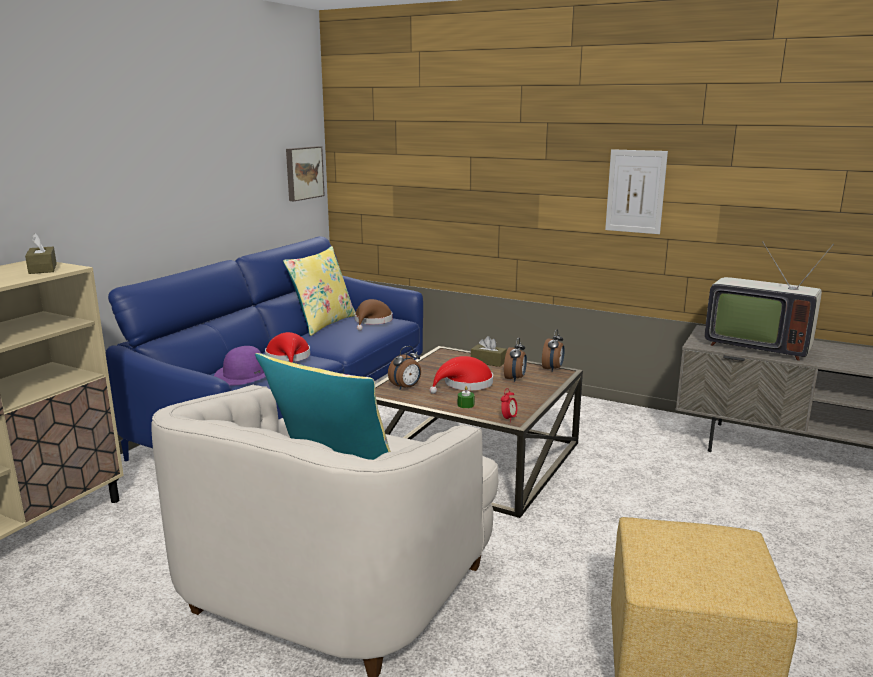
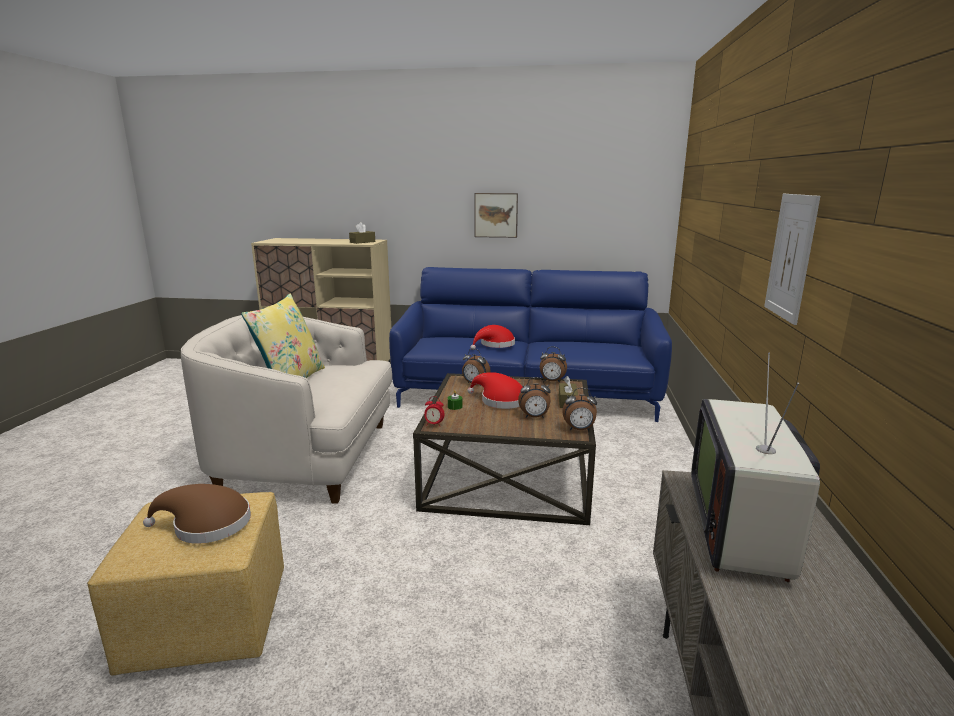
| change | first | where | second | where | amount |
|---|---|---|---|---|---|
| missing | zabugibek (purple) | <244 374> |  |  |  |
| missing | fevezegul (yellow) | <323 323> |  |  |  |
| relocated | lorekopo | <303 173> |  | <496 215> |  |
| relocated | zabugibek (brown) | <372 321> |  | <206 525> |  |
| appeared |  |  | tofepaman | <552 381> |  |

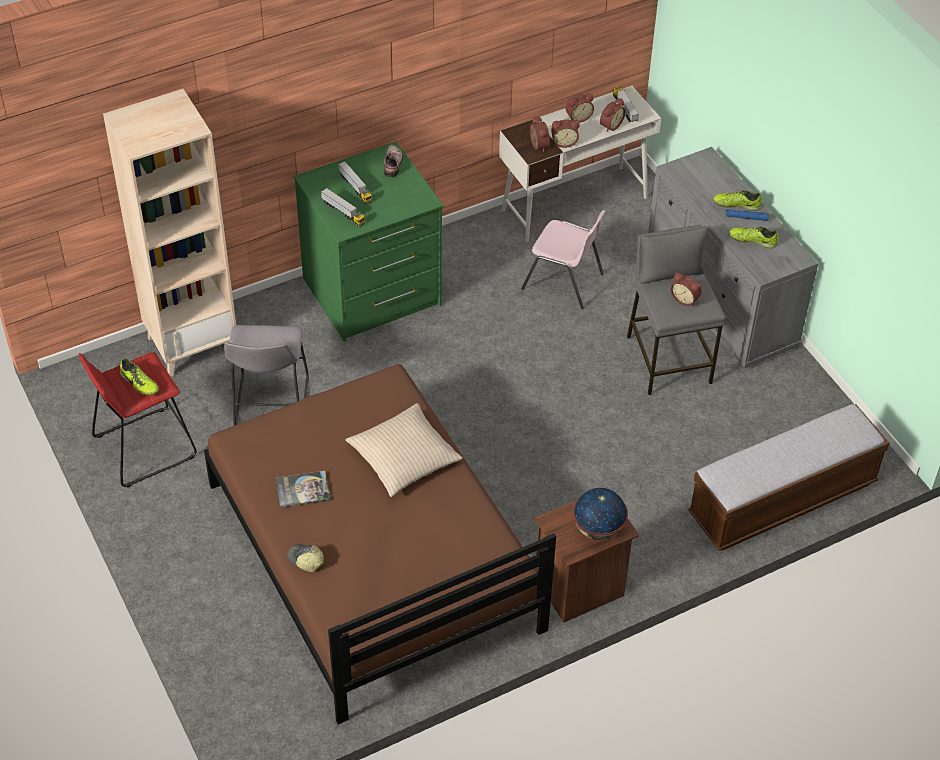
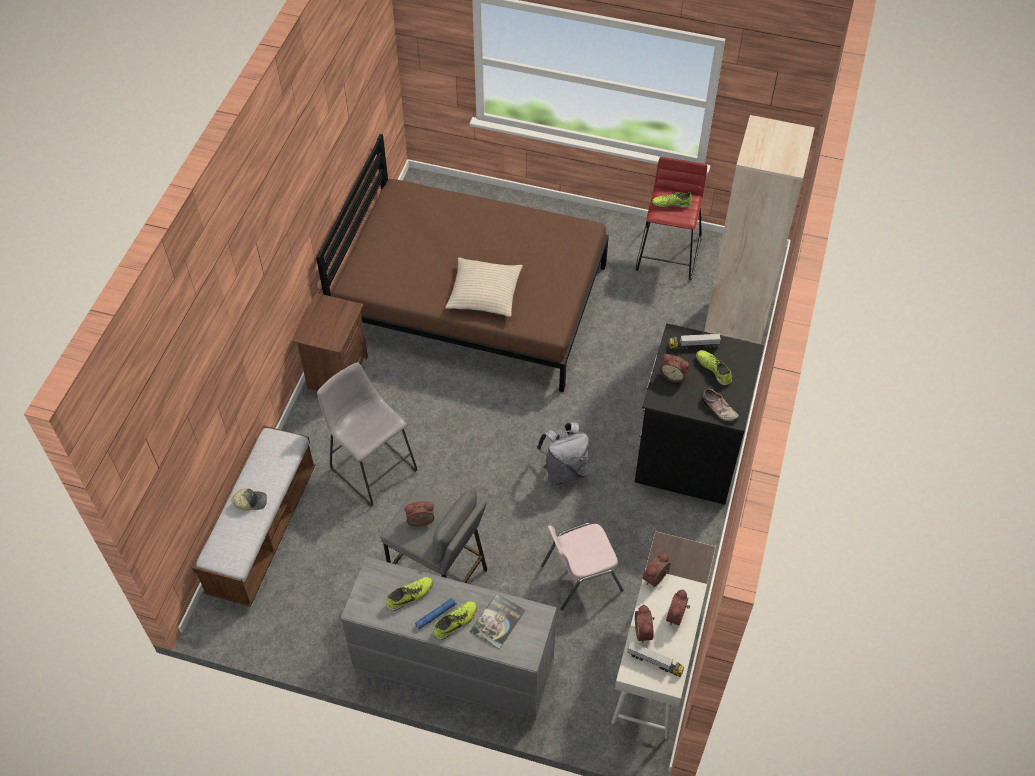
| change | first | where | second | where | amount |
|---|---|---|---|---|---|
| relocated | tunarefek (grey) | <270 408> |  | <371 466> |  |
| relocated | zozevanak | <302 490> |  | <497 621> |  |
| relocated | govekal | <305 560> |  | <251 501> |  |
| colour | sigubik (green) | <372 293> | sigubik (black) | <687 452> |  |
| exchanged | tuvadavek | <355 188> | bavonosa | <713 369> |  |
| relocated | tofepaman | <537 145> |  | <673 375> |  |
| missing | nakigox | <598 529> |  |  |  |
| appeared |  |  | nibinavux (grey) | <564 470> |  |

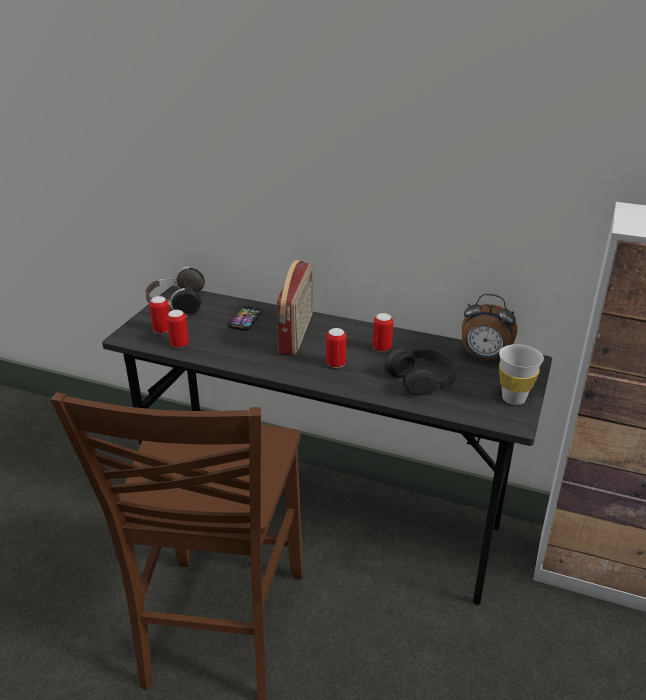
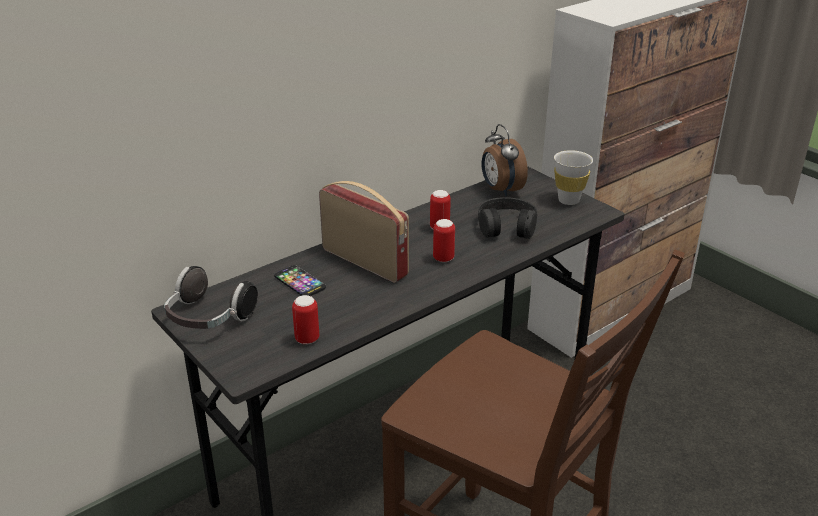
| change | first | where | second | where | amount |
|---|---|---|---|---|---|
| missing | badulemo | <162 330> |  |  |  |
| spun | tofepaman | <484 358> |  | <500 190> | 105 degrees clockwise |

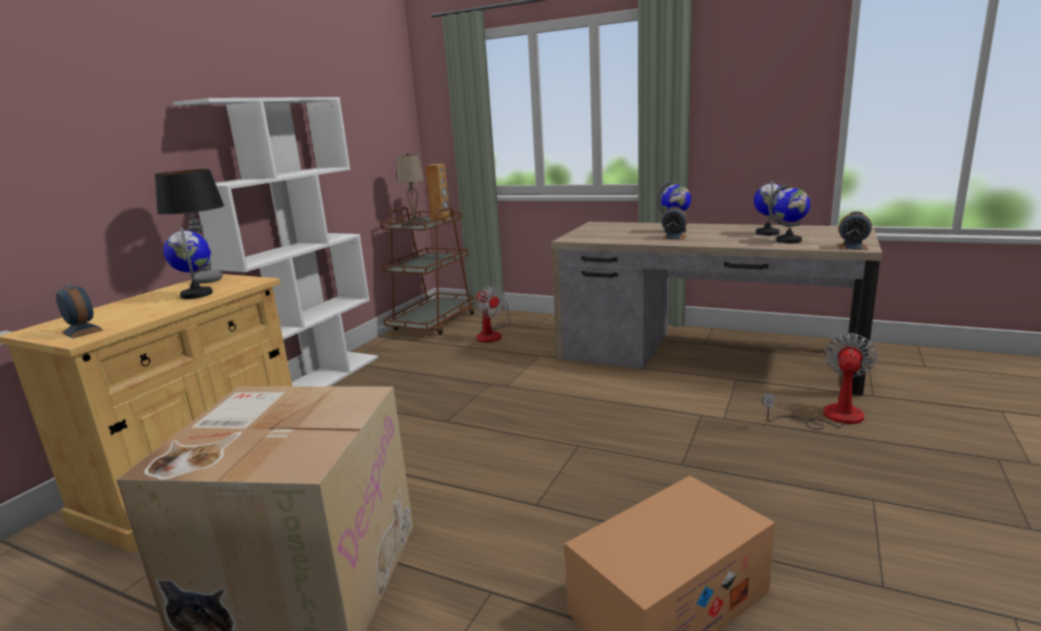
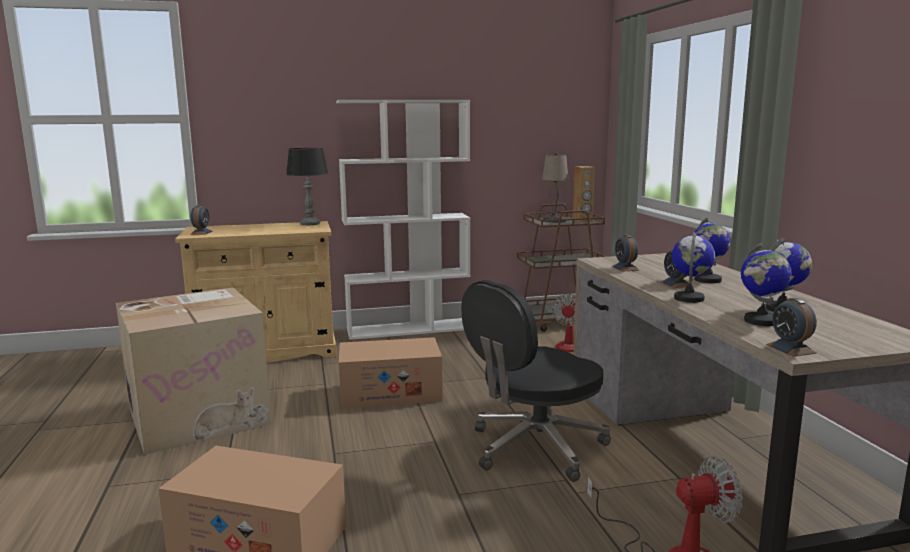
| change | first | where | second | where | amount |
|---|---|---|---|---|---|
| relocated | nakigox | <197 294> |  | <689 298> |  |
| appeared |  |  | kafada | <390 393> |  |
| appeared |  |  | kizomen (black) | <535 448> |  |
| appeared |  |  | tofepaman | <625 268> |  |

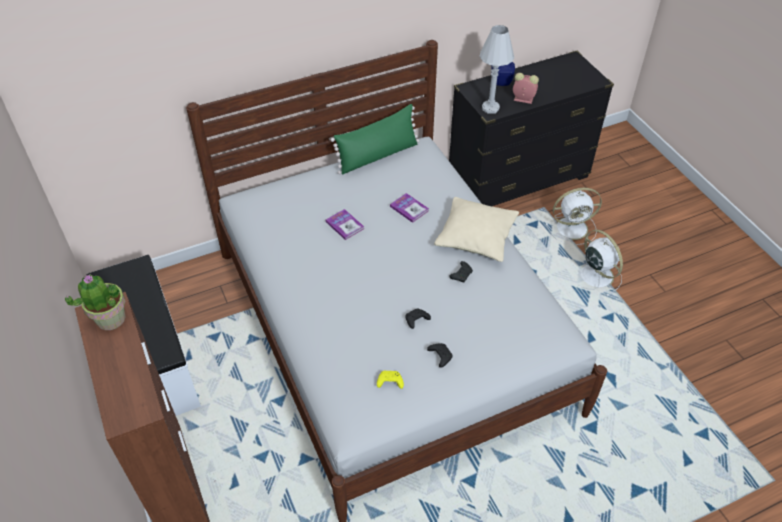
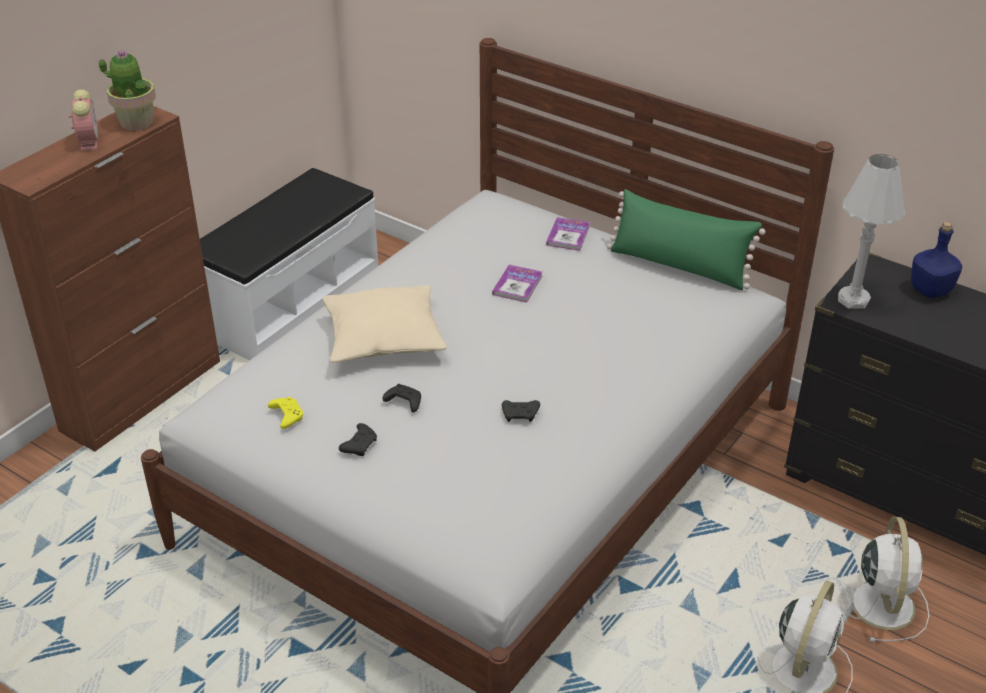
| change | first | where | second | where | amount |
|---|---|---|---|---|---|
| relocated | zozevanak | <409 208> |  | <568 235> |  |
| relocated | fevezegul (beige) | <476 237> |  | <383 338> |  |
| relocated | tofepaman | <522 99> |  | <89 141> |  |
| spun | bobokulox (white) | <573 228> |  | <882 603> | 135 degrees counterclockwise |

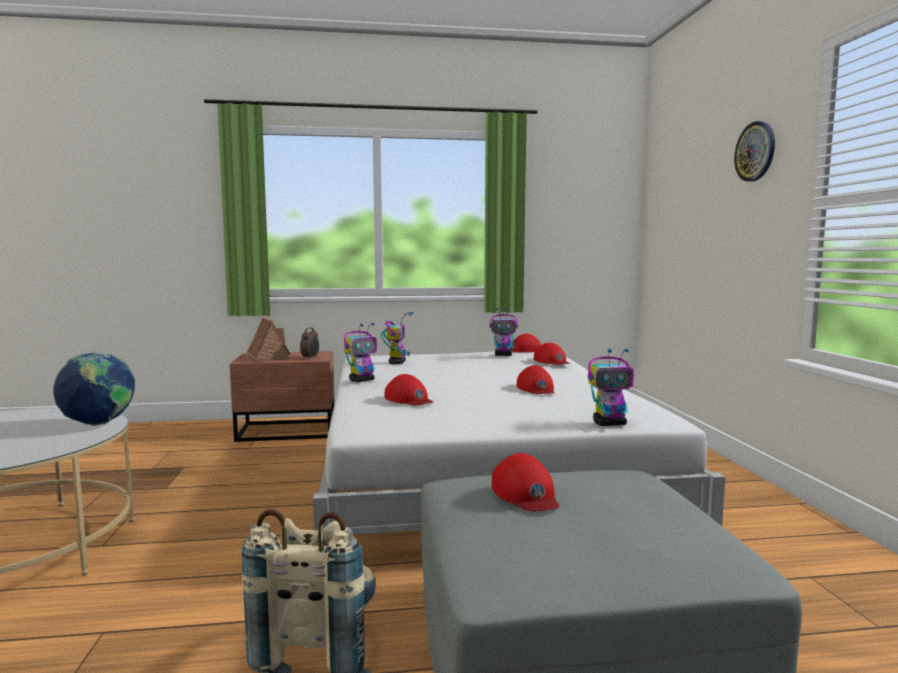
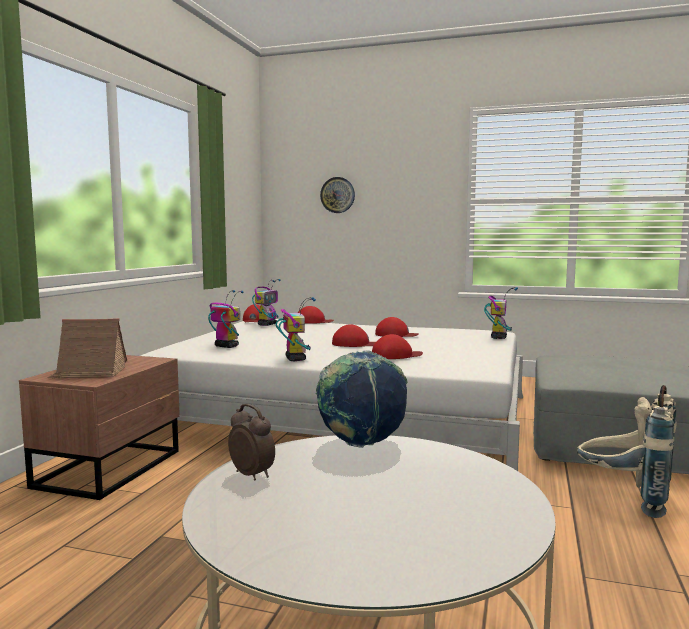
| change | first | where | second | where | amount |
|---|---|---|---|---|---|
| relocated | tofepaman | <310 358> |  | <252 475> |  |
| relocated | govekal (red) | <525 494> |  | <355 344> |  |
| relocated | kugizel | <755 151> |  | <337 195> |  |

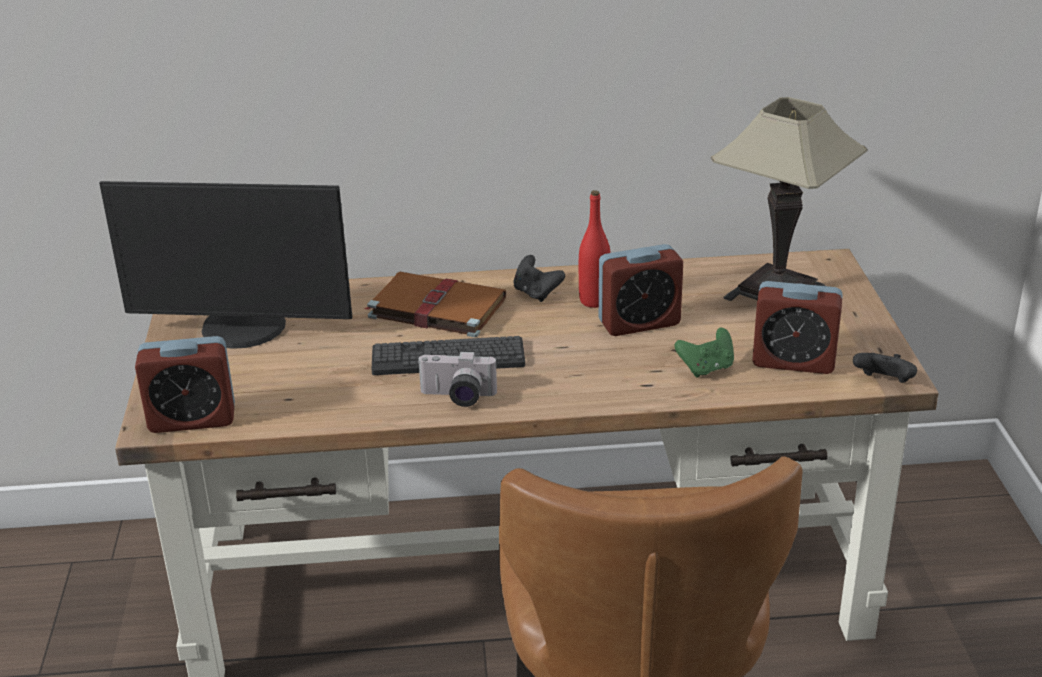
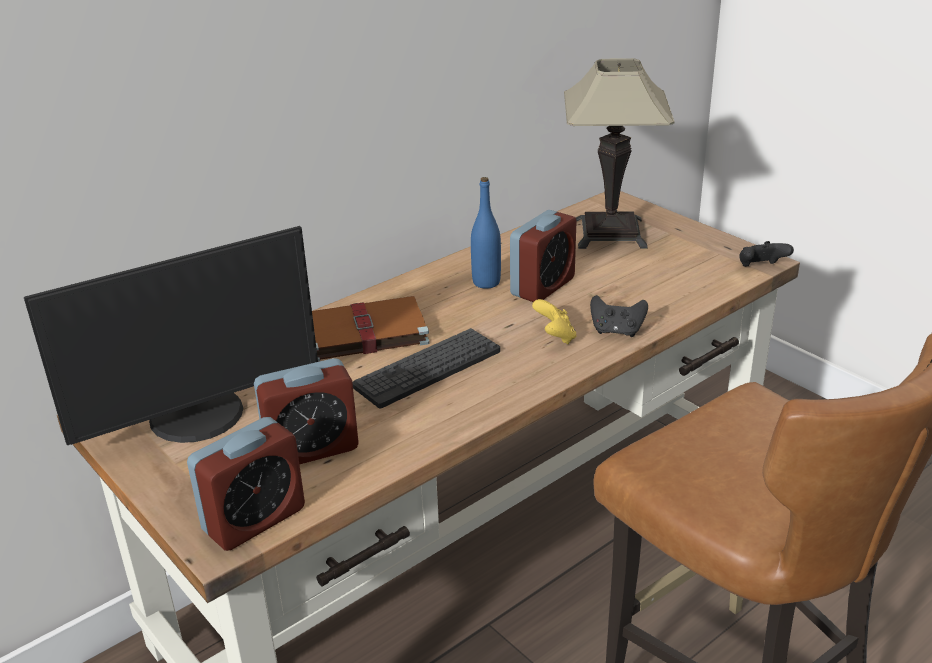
| change | first | where | second | where | amount |
|---|---|---|---|---|---|
| missing | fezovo | <457 397> |  |  |  |
| relocated | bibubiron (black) | <536 293> |  | <616 331> |  |
| colour | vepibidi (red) | <594 301> | vepibidi (blue) | <486 282> |  |
| missing | bibubiron (green) | <706 369> |  |  |  |
| relocated | tofepaman | <793 361> |  | <311 449> |  |
| appeared |  |  | bibubiron (yellow) | <555 337> |  |

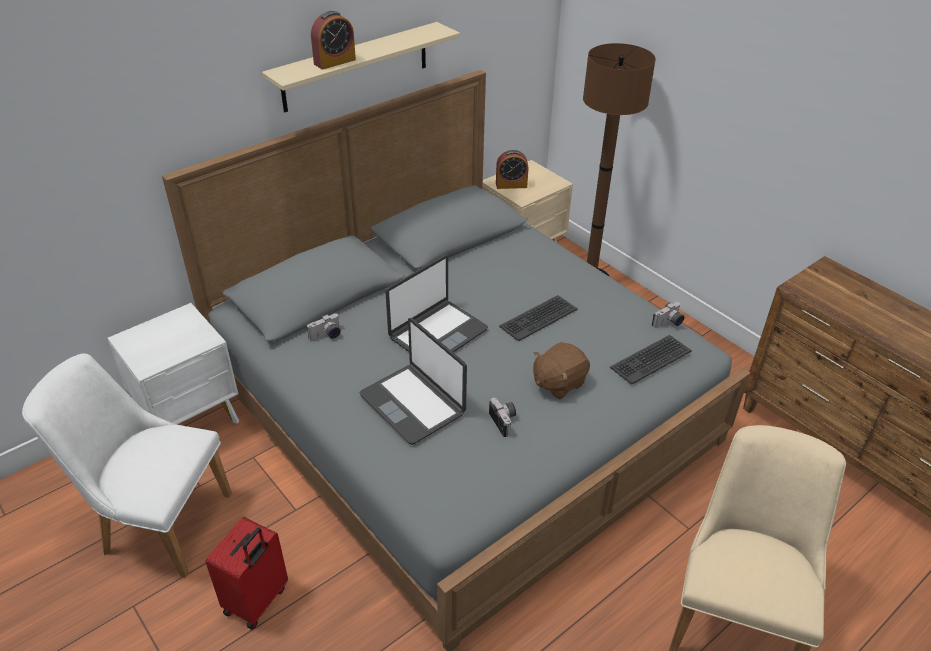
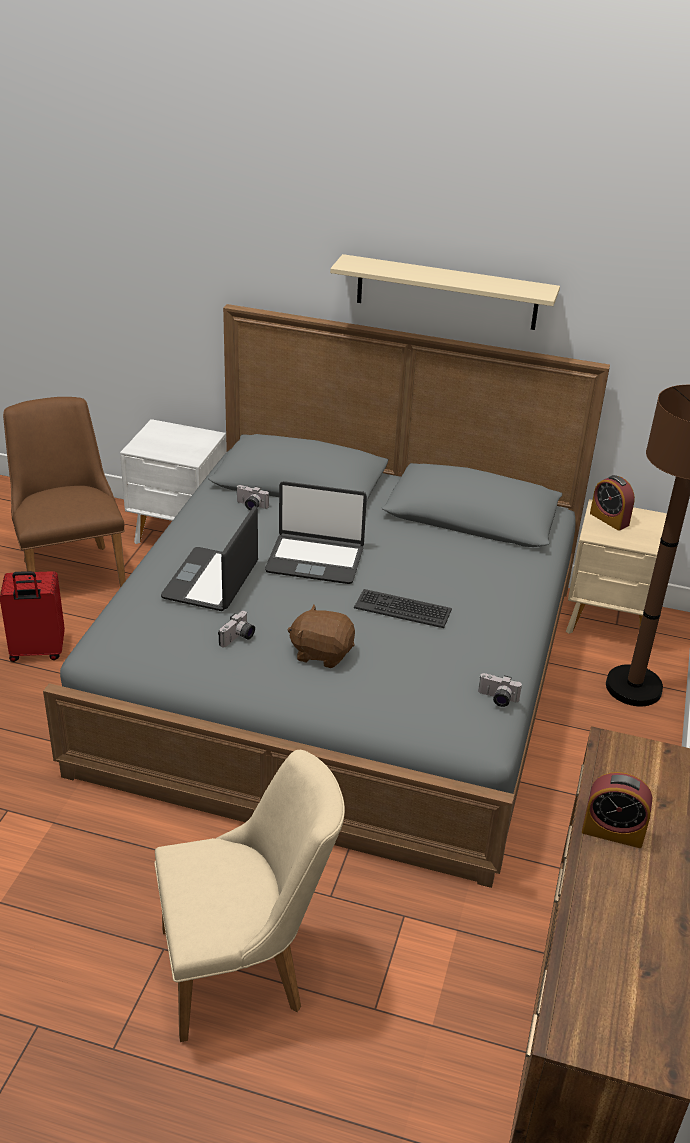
| change | first | where | second | where | amount |
|---|---|---|---|---|---|
| colour | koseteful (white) | <156 522> | koseteful (brown) | <70 569> |  |
| relocated | tofepaman | <334 62> |  | <612 831> |  |
| missing | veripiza | <650 359> |  |  |  |

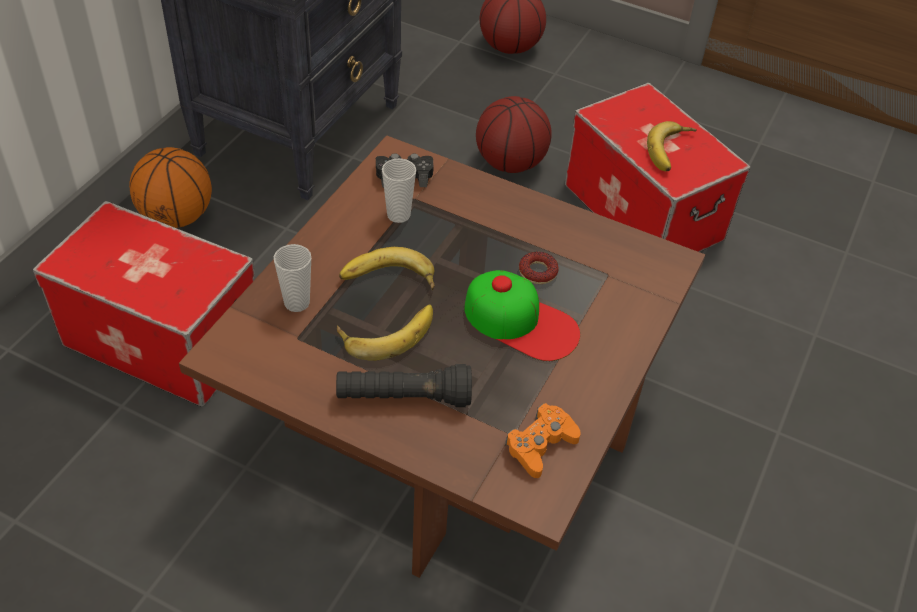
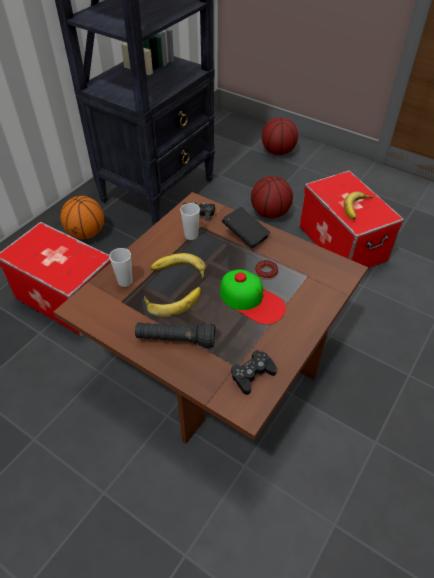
| change | first | where | second | where | amount |
|---|---|---|---|---|---|
| colour | bibubiron (orange) | <540 445> | bibubiron (black) | <252 374> |  |
| appeared |  |  | zozevanak (black) | <245 236> |  |

